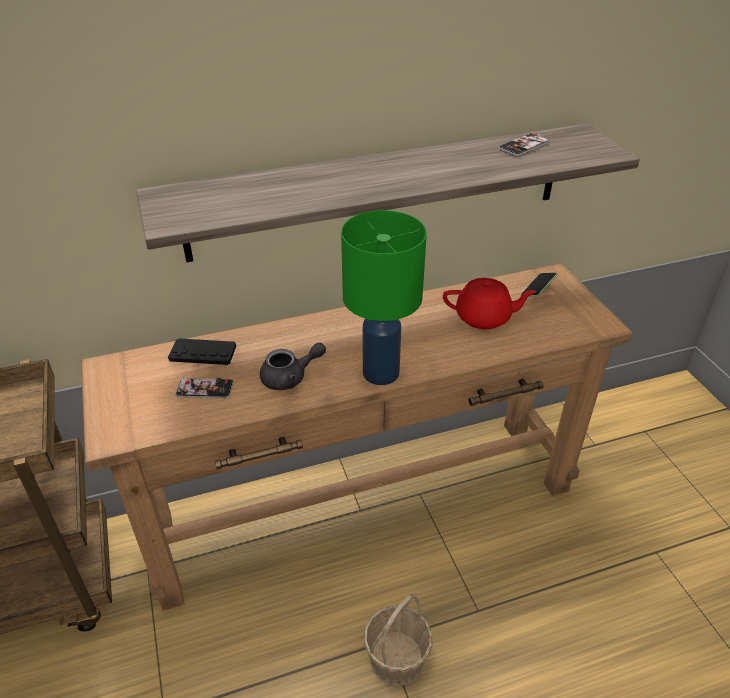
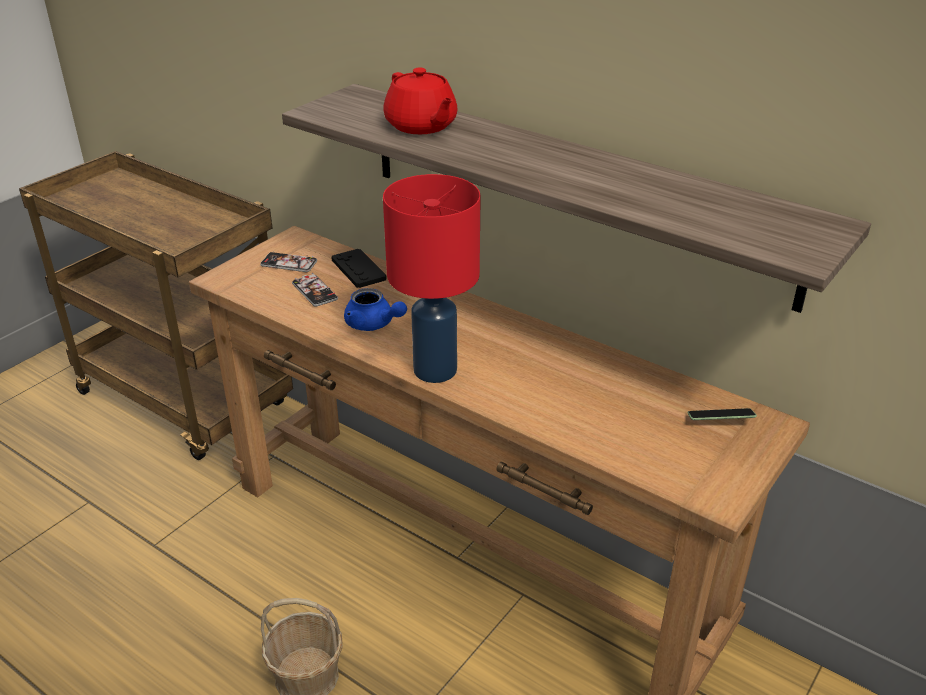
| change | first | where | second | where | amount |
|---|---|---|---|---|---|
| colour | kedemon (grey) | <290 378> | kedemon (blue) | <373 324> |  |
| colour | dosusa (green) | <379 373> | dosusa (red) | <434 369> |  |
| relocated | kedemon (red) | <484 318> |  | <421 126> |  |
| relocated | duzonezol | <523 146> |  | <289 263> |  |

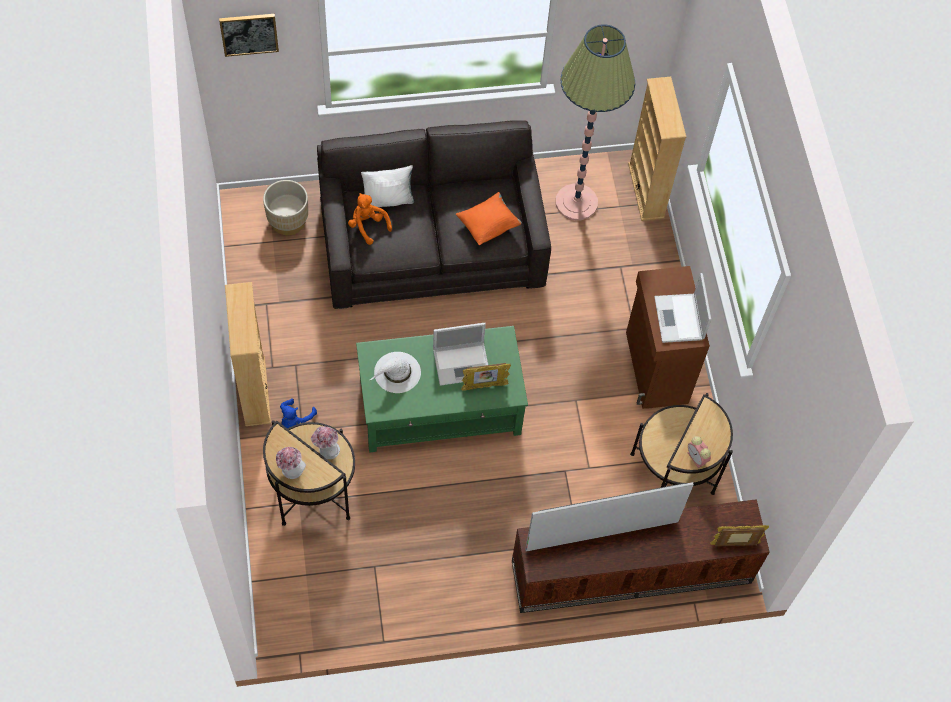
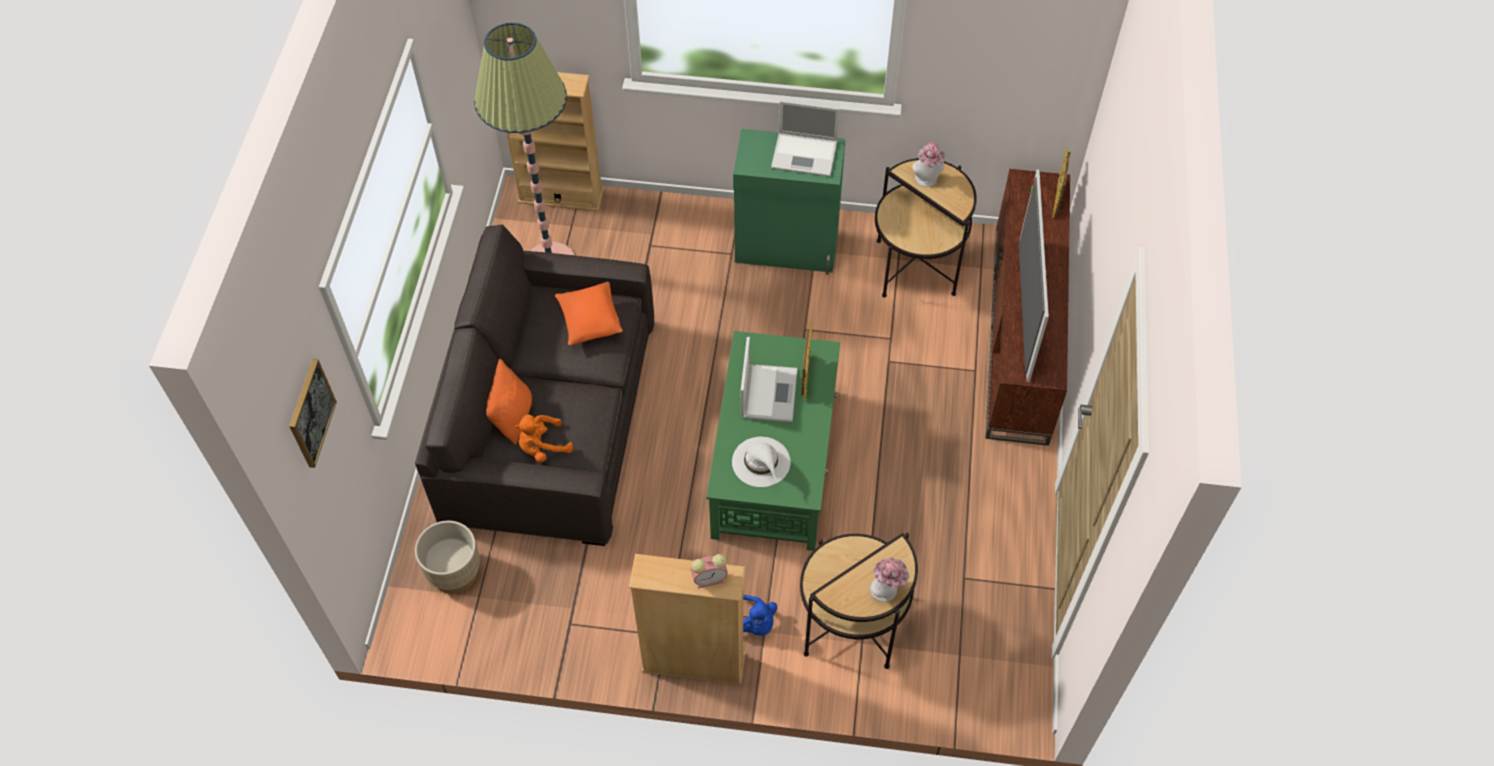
| change | first | where | second | where | amount |
|---|---|---|---|---|---|
| relocated | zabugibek | <327 451> |  | <927 180> |  |
| colour | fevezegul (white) | <388 199> | fevezegul (orange) | <512 416> |  |
| colour | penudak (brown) | <655 368> | penudak (green) | <787 248> |  |
| relocated | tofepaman | <697 458> |  | <710 578> |  |

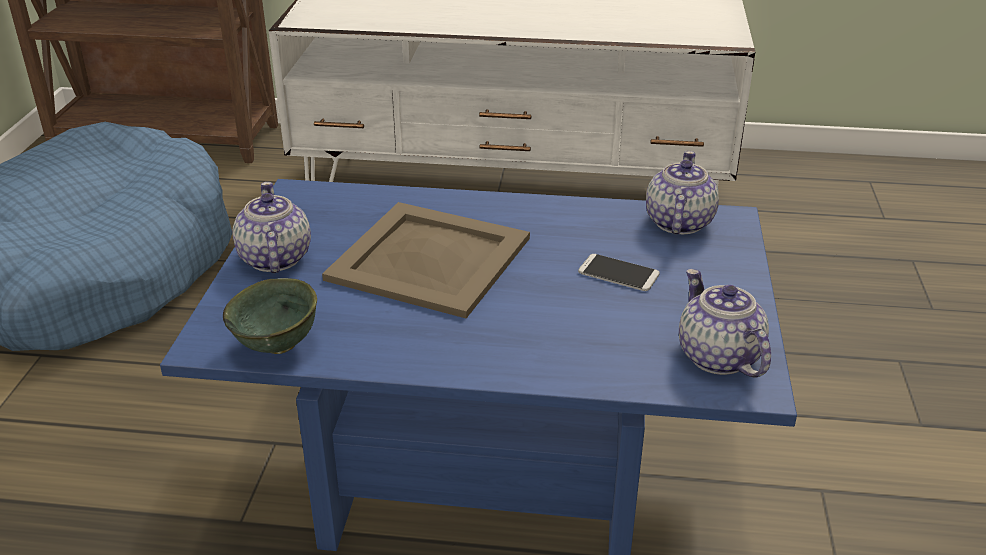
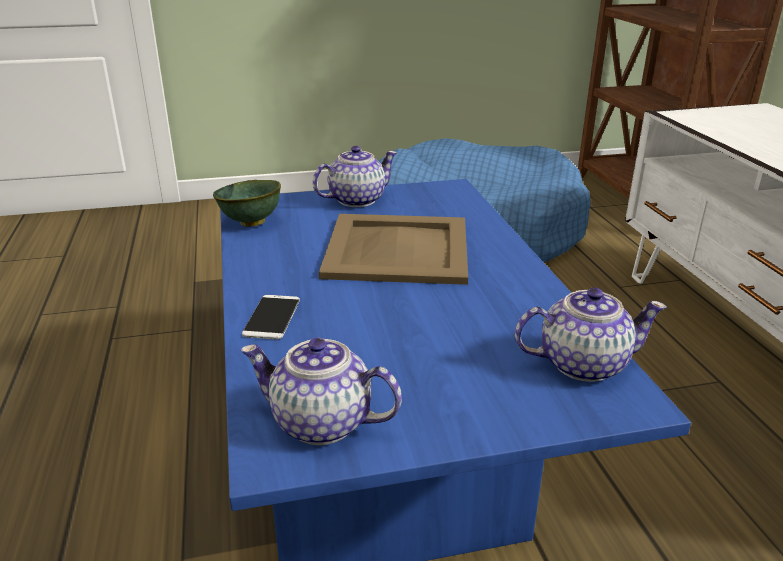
| change | first | where | second | where | amount |
|---|---|---|---|---|---|
| relocated | duzonezol | <618 273> |  | <272 317> |  |
| spun | kedemon | <717 356> |  | <320 423> | 120 degrees counterclockwise |

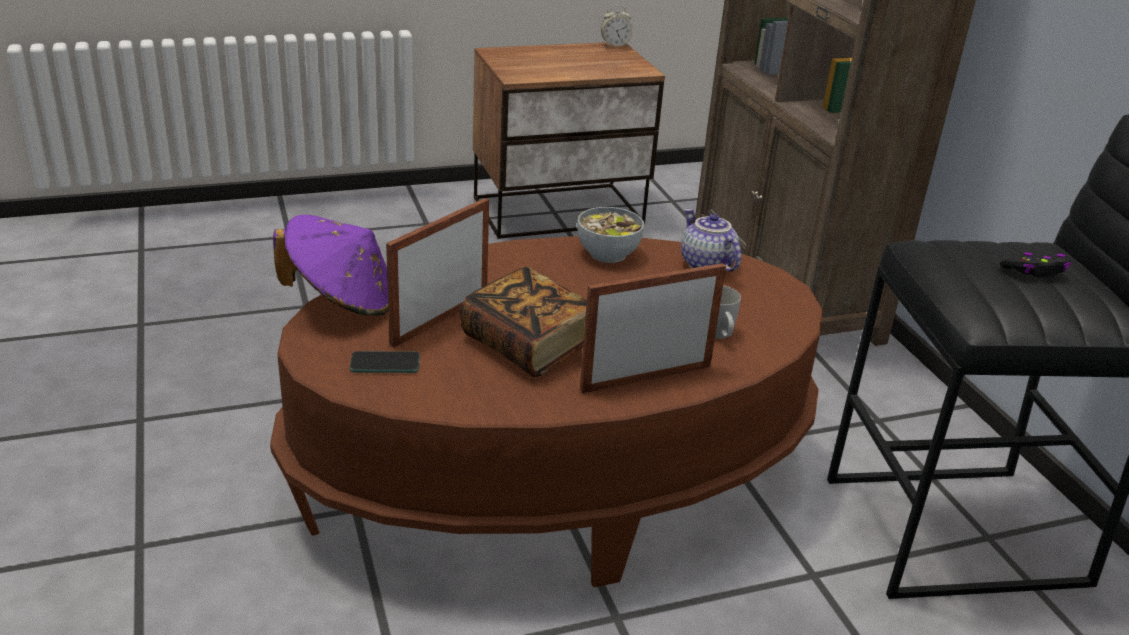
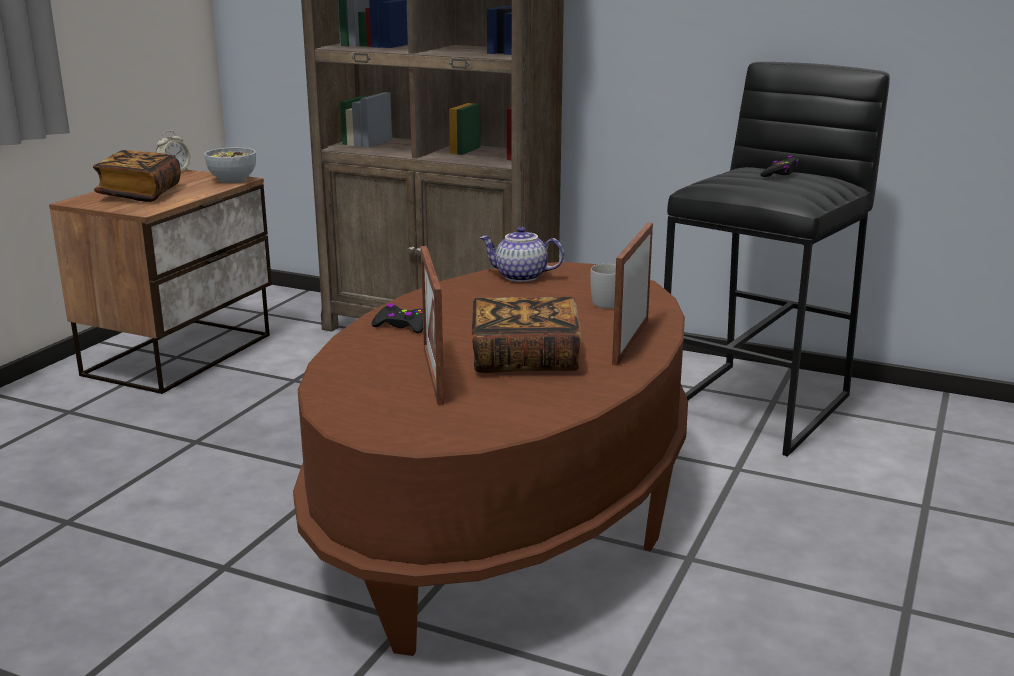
| change | first | where | second | where | amount |
|---|---|---|---|---|---|
| missing | zabugibek (purple) | <342 301> |  |  |  |
| missing | duzonezol | <385 363> |  |  |  |
| relocated | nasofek | <608 254> |  | <233 179> |  |
| appeared |  |  | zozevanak | <140 194> |  |
| appeared |  |  | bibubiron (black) | <401 326> |  |

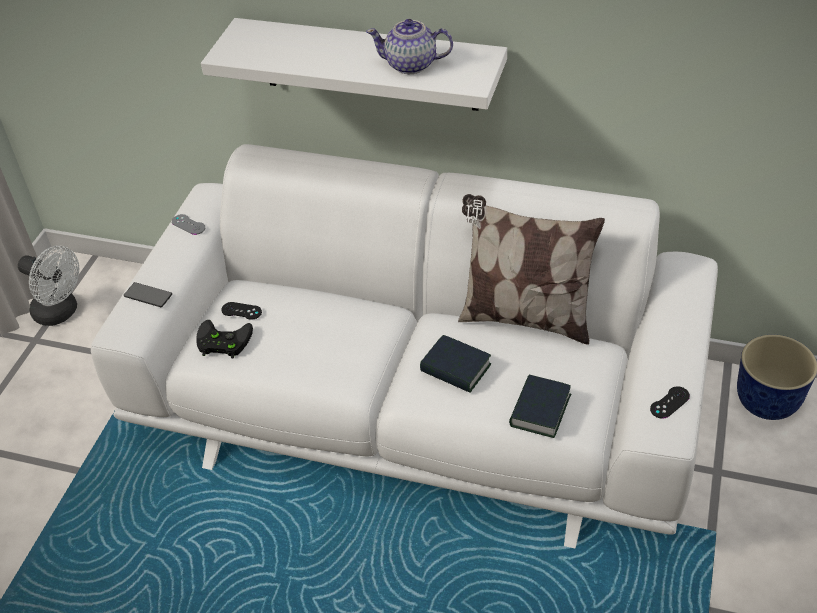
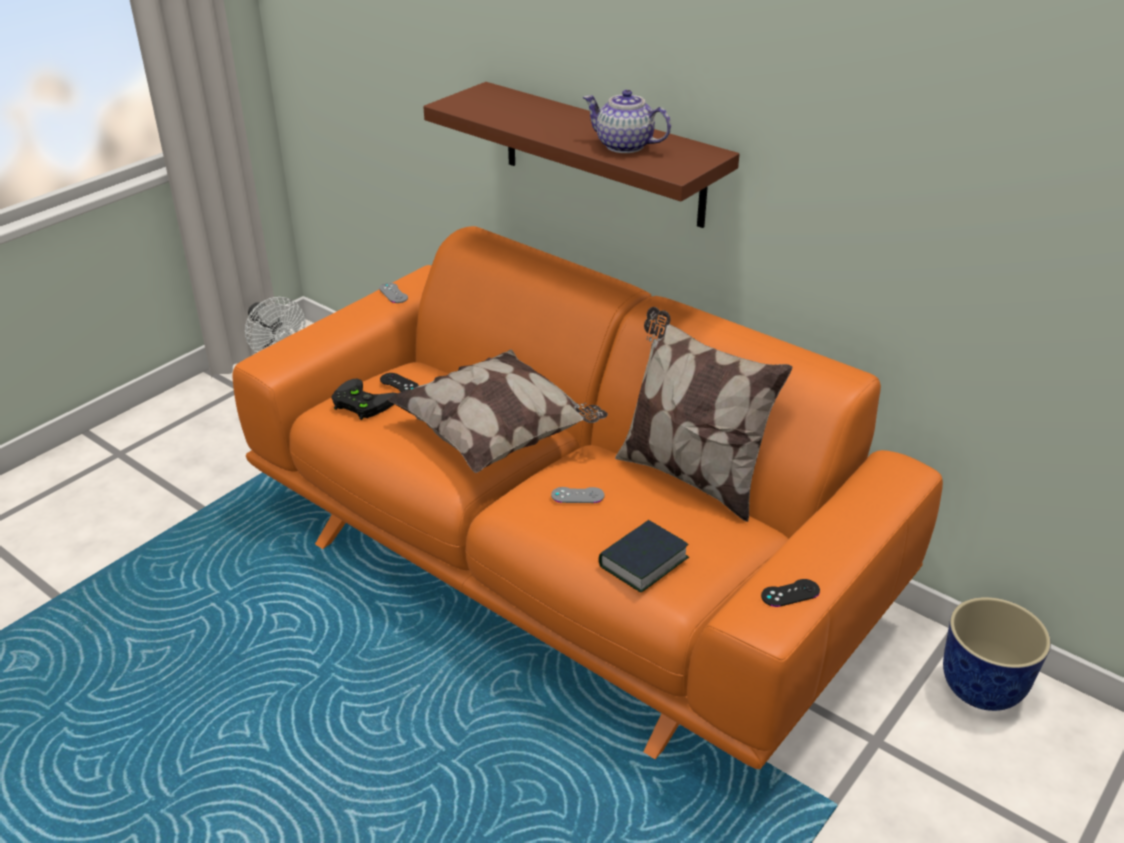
| change | first | where | second | where | amount |
|---|---|---|---|---|---|
| colour | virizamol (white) | <418 409> | virizamol (orange) | <565 562> |  |
| missing | duzonezol | <148 295> |  |  |  |
| colour | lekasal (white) | <369 64> | lekasal (brown) | <602 154> |  |
| exchanged | zozevanak | <455 369> | bibubiron (grey) | <577 495> |  |
| appeared |  |  | fevezegul | <498 437> |  |

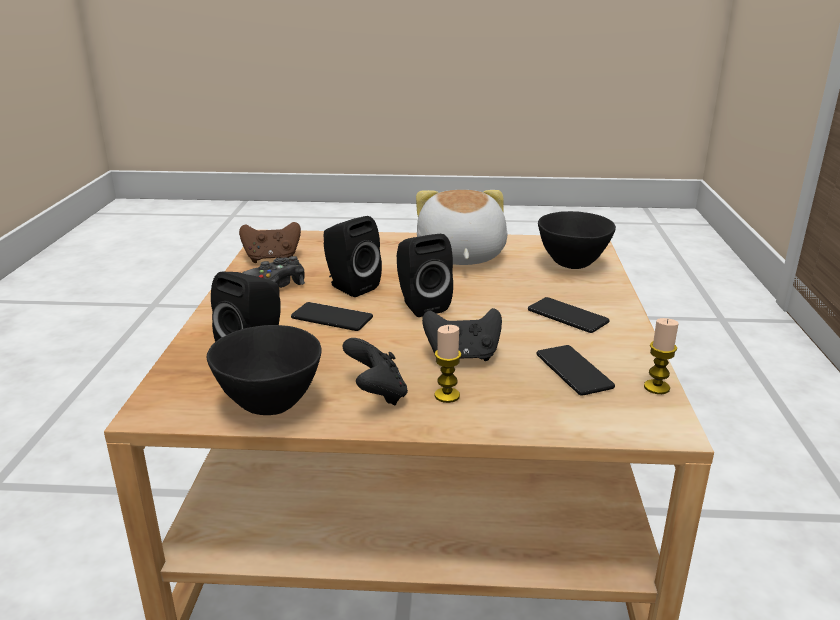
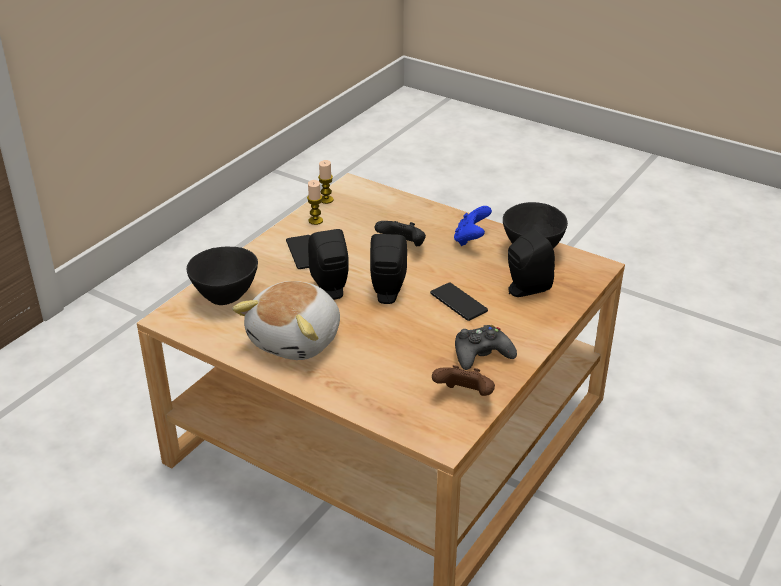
| change | first | where | second | where | amount |
|---|---|---|---|---|---|
| relocated | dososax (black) | <350 287> |  | <331 289> |  |
| colour | bibubiron (black) | <377 394> | bibubiron (blue) | <471 239> |  |
| relocated | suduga | <447 395> |  | <315 221> |  |
| missing | duzonezol | <573 371> |  |  |  |

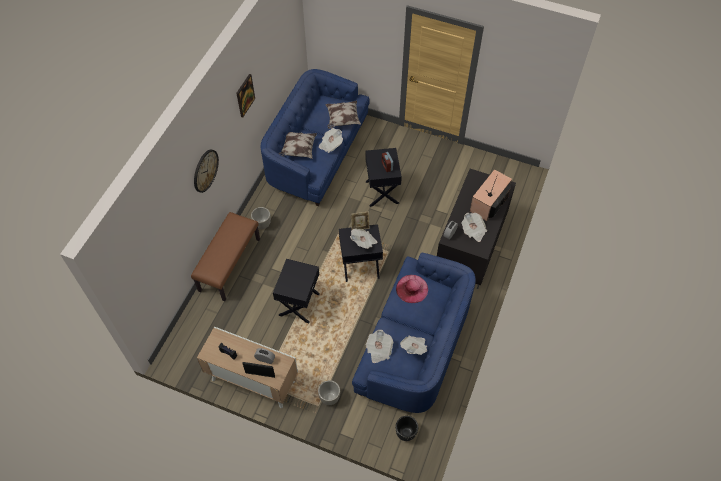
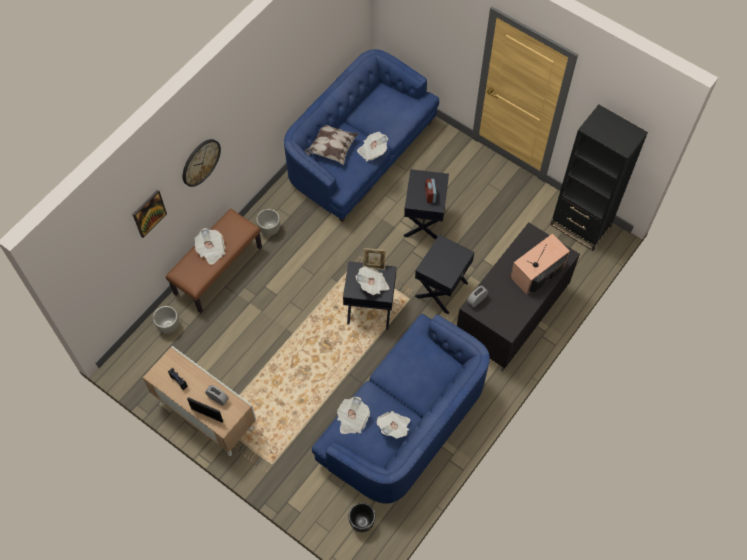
| change | first | where | second | where | amount |
|---|---|---|---|---|---|
| relocated | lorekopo | <245 95> |  | <149 213> |  |
| relocated | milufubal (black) | <298 304> |  | <440 289> |  |
| relocated | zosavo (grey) | <329 398> |  | <168 326> |  |
| missing | fevezegul | <342 119> |  |  |  |
| missing | zabugibek (pink) | <412 288> |  |  |  |
| relocated | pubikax | <473 231> |  | <211 250> |  |
| appeared |  |  | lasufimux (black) | <580 226> |  |

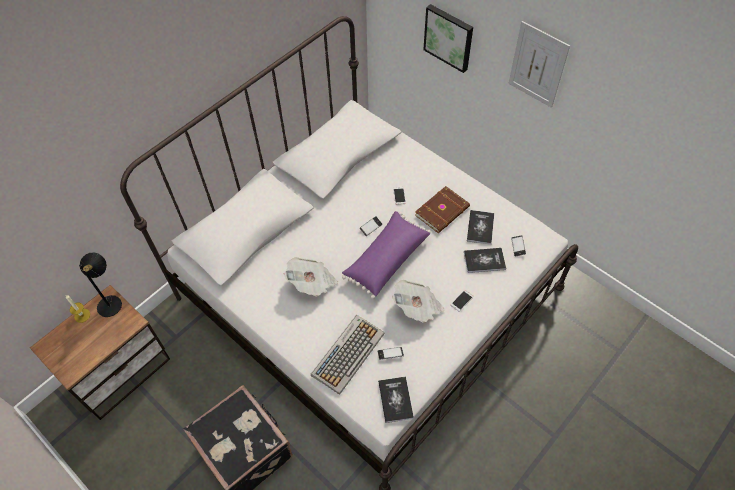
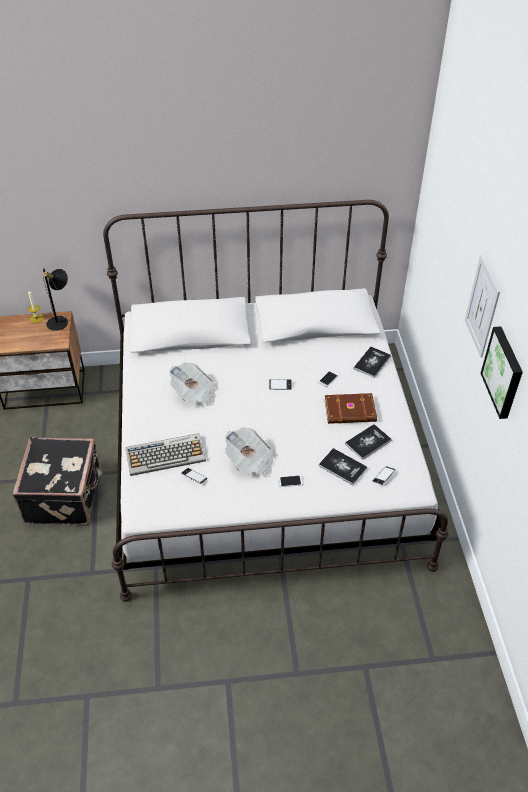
| change | first | where | second | where | amount |
|---|---|---|---|---|---|
| missing | fevezegul (purple) | <386 259> |  |  |  |
| relocated | zozevanak | <395 399> |  | <372 362> |  |
| relocated | lorekopo | <449 37> |  | <504 372> |  |

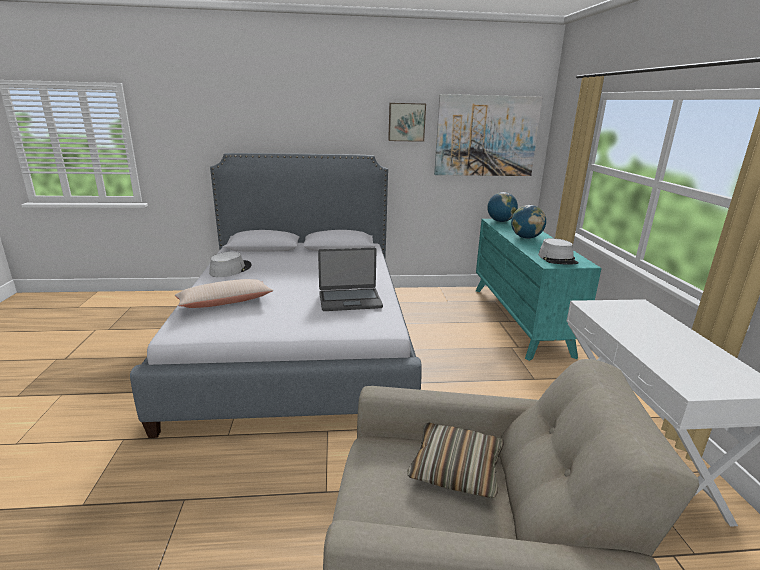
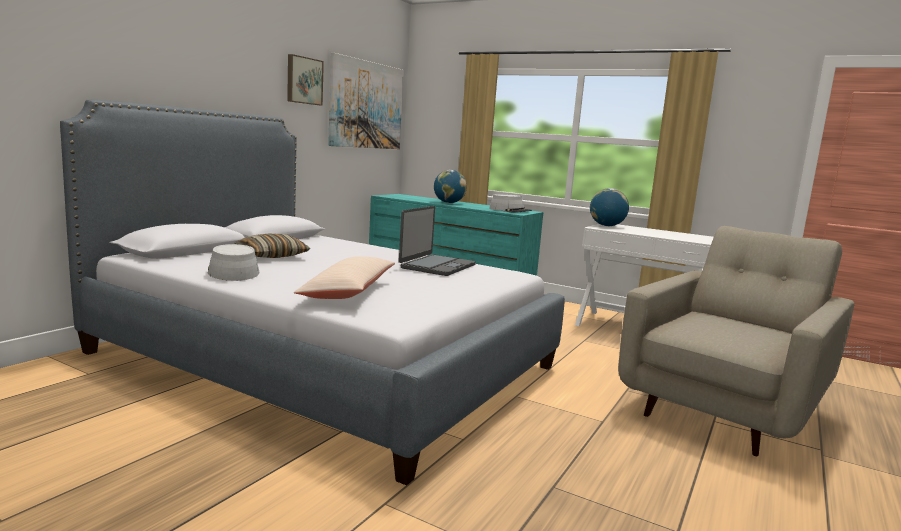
| change | first | where | second | where | amount |
|---|---|---|---|---|---|
| relocated | fevezegul | <455 468> |  | <272 255> |  |
| relocated | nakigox | <500 221> |  | <606 226> |  |

